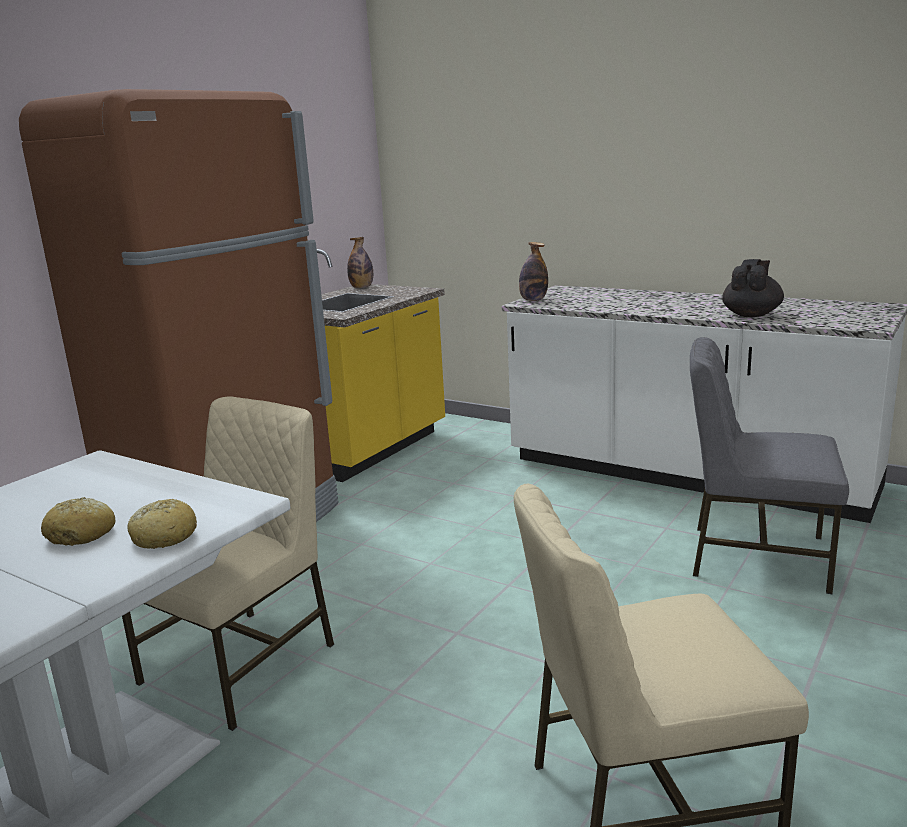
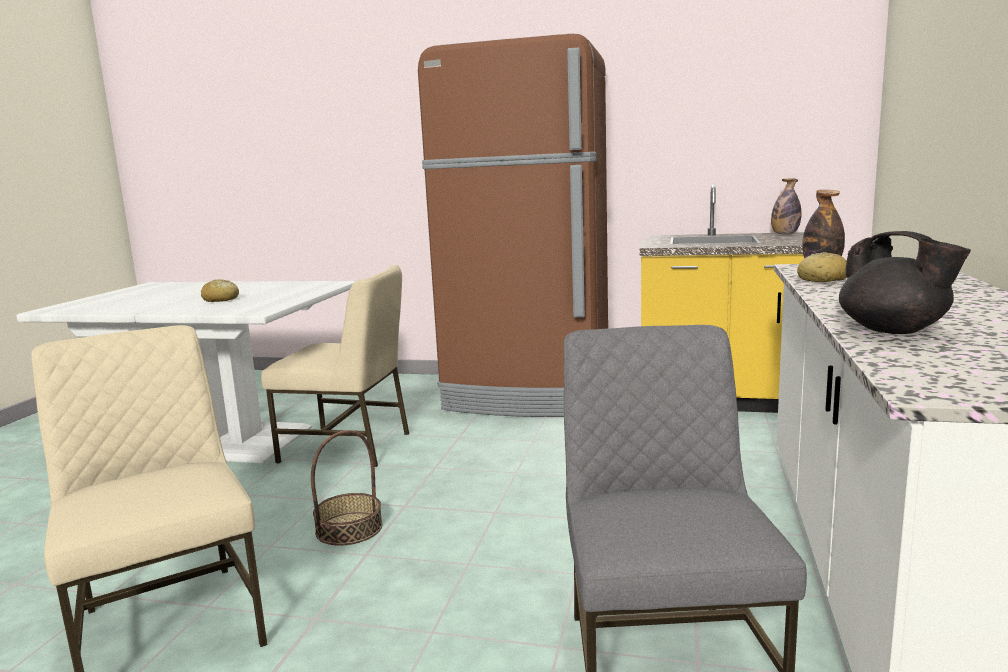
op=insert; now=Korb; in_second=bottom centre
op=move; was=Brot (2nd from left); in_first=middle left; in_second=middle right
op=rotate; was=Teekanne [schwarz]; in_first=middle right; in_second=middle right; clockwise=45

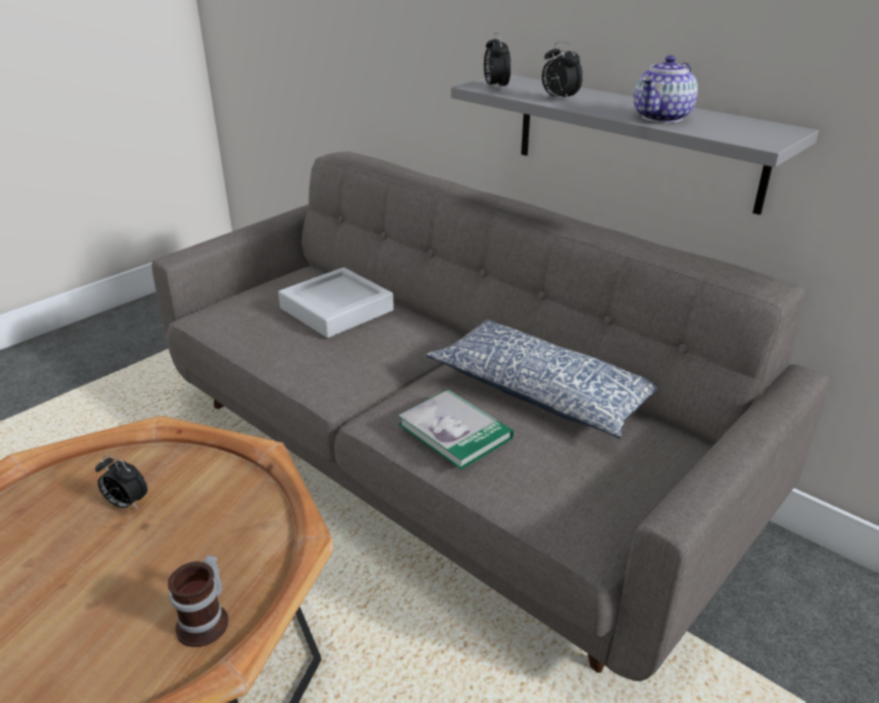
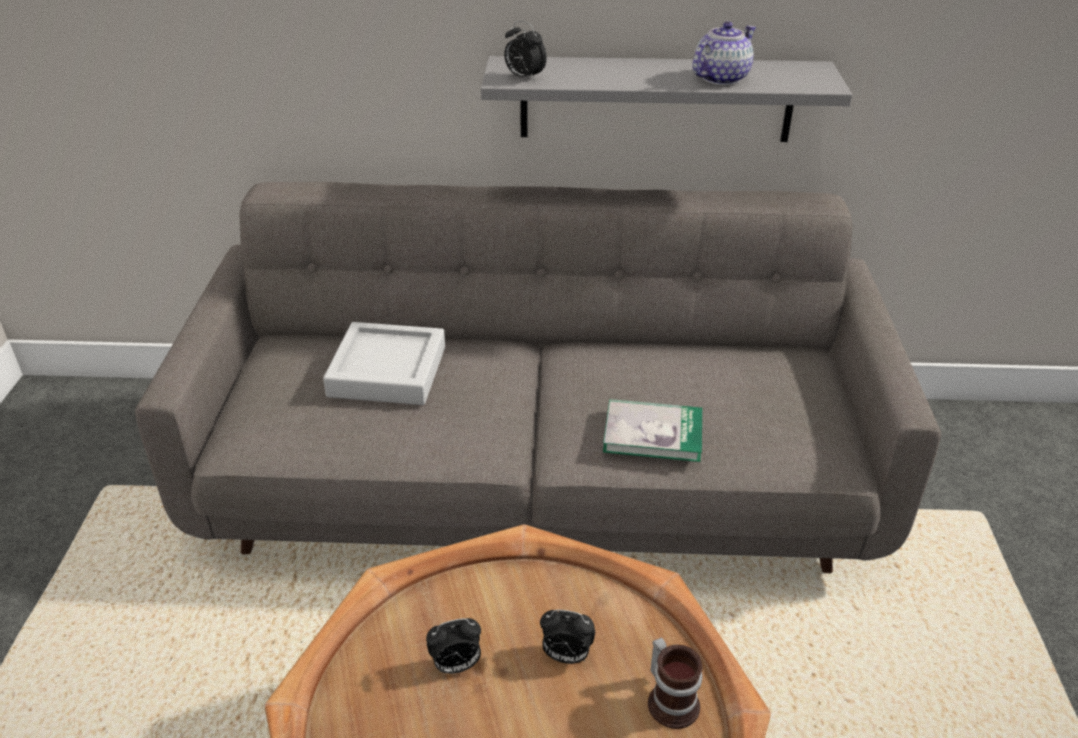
op=delete; was=Kissen; in_first=centre
op=move; was=Wecker (3rd from left); in_first=top centre; in_second=bottom centre
op=rotate; was=Teekanne; in_first=top right; in_second=top right; clockwise=-135

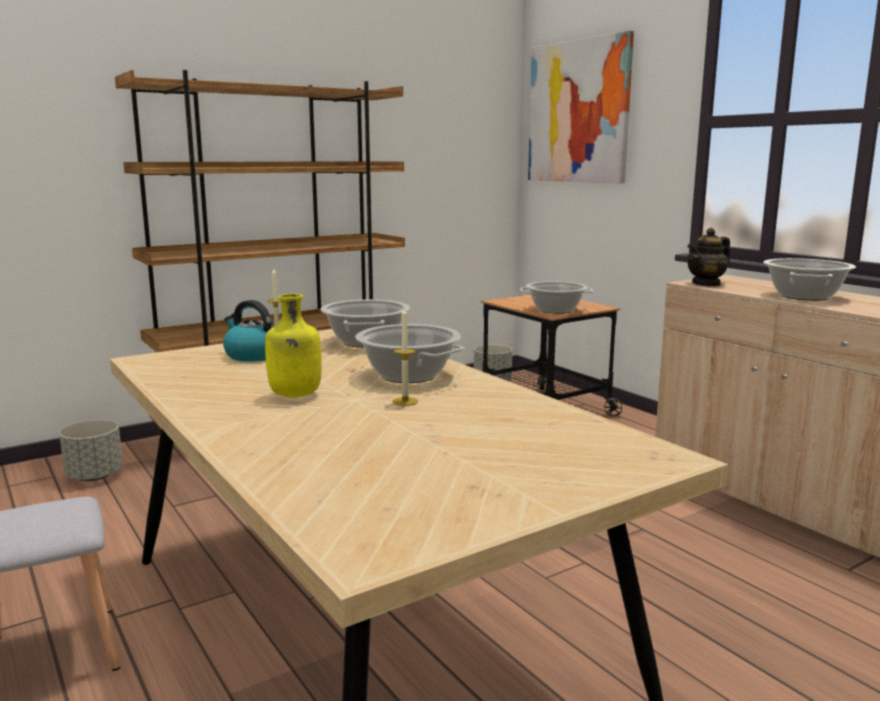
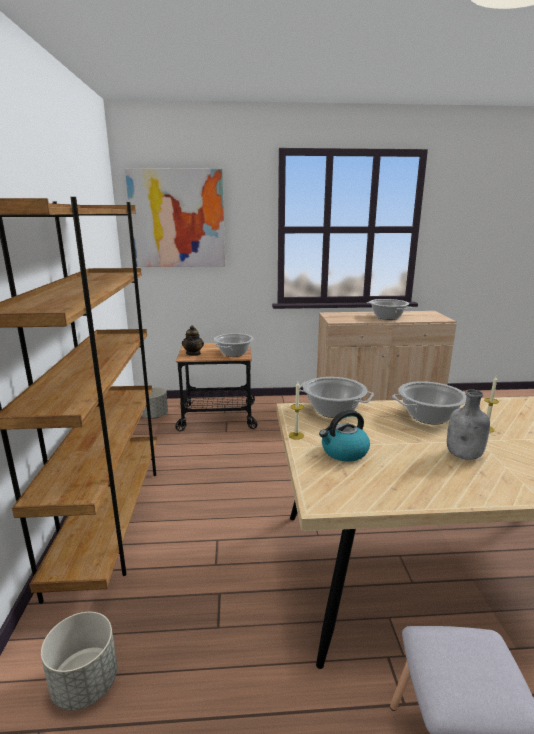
op=move; was=Teekanne; in_first=middle right; in_second=centre
op=recolor; was=Flasche [gelb]; now=Flasche [grau]; in_first=middle left; in_second=middle right

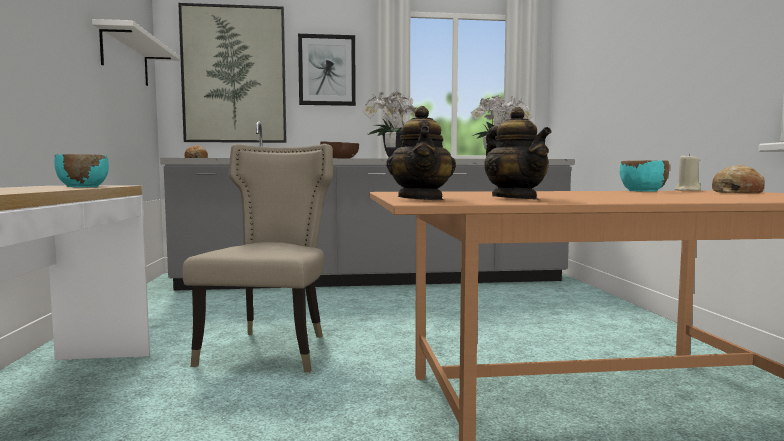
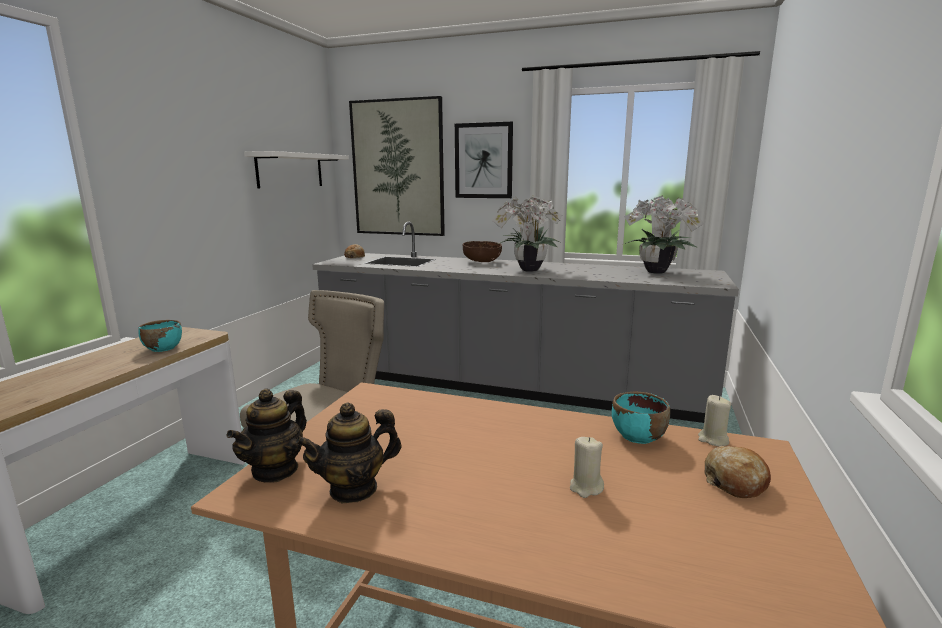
op=insert; now=Kerze [beige] (1st from left); in_second=bottom centre
op=rotate; was=Teekanne (2nd from left); in_first=centre; in_second=bottom centre; clockwise=60

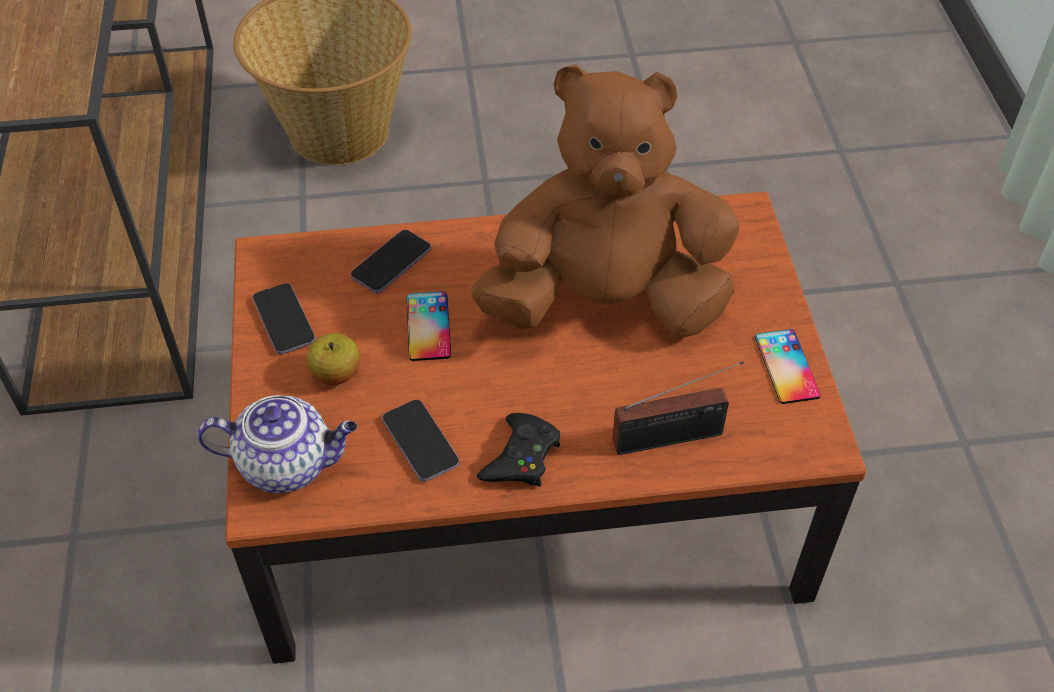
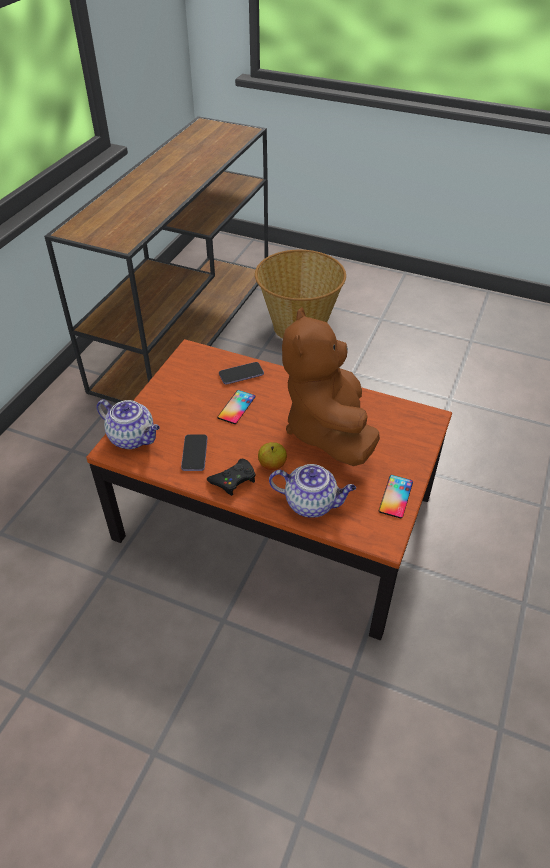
op=delete; was=Handy (1st from left); in_first=middle left
op=move; was=Apfel; in_first=middle left; in_second=centre
op=replace; was=Radio; now=Teekanne (2nd from left); in_first=centre; in_second=centre
op=rotate; was=Plüschtier [braun]; in_first=top centre; in_second=centre; clockwise=-120

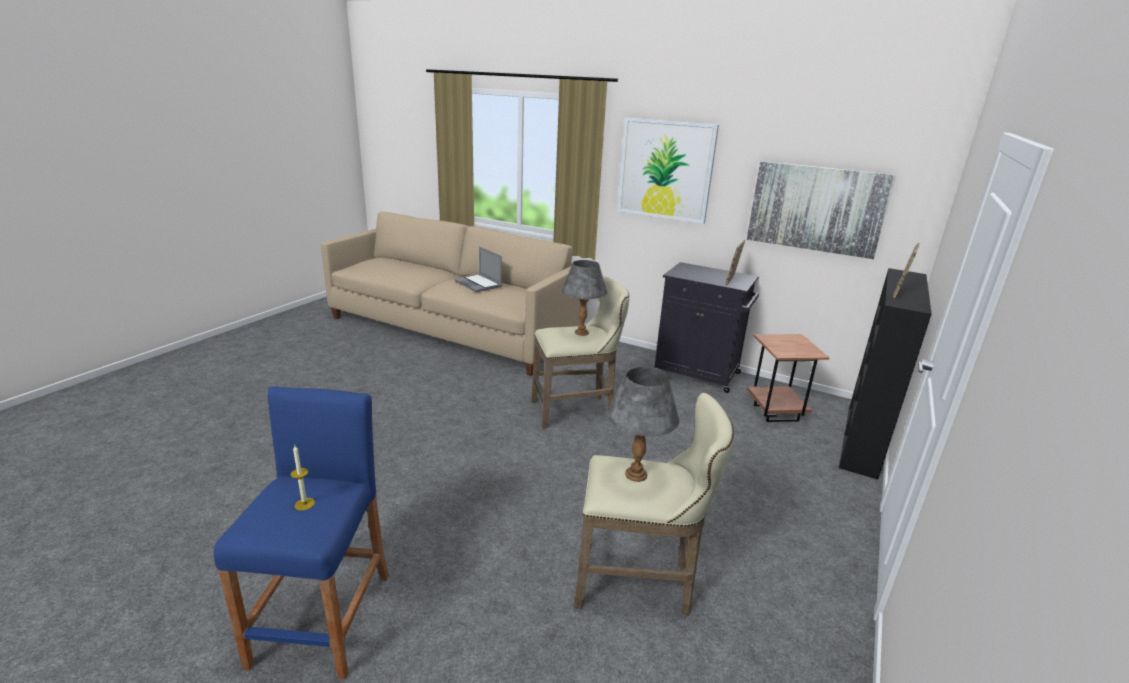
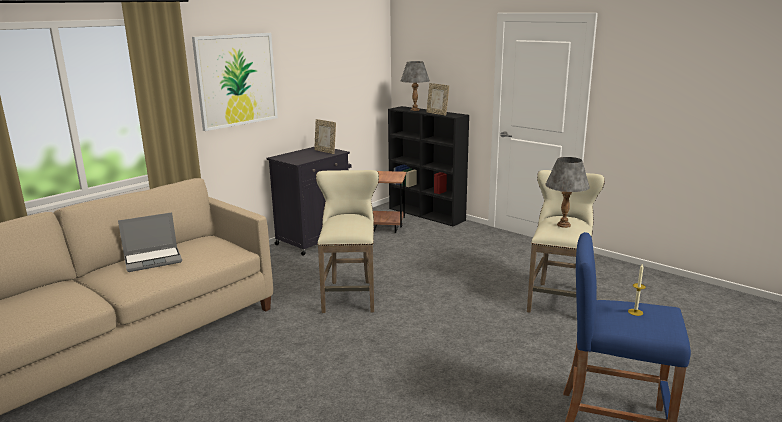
op=delete; was=Bild (2nd from left); in_first=top right
op=move; was=Tischlampe [grau] (1st from left); in_first=centre; in_second=top centre

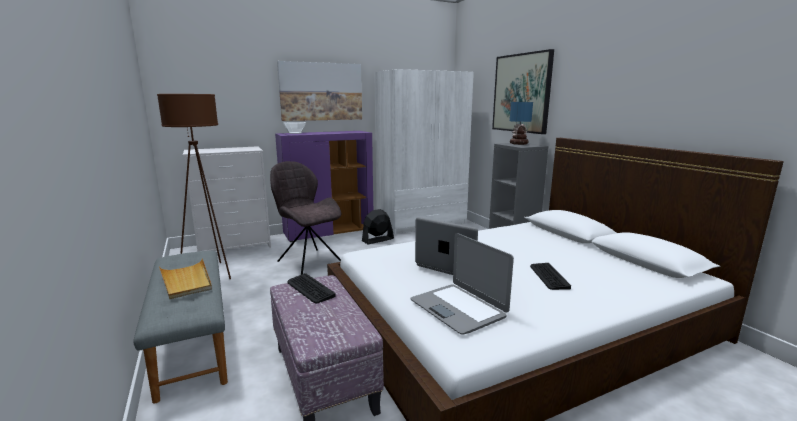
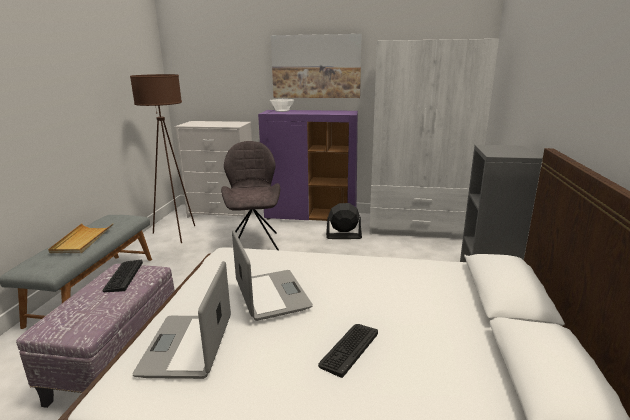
op=delete; was=Bild (2nd from left); in_first=top centre
op=delete; was=Tischlampe; in_first=top centre

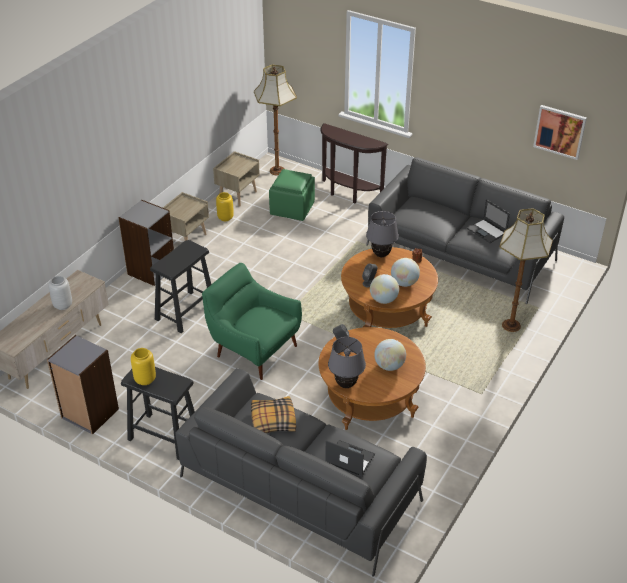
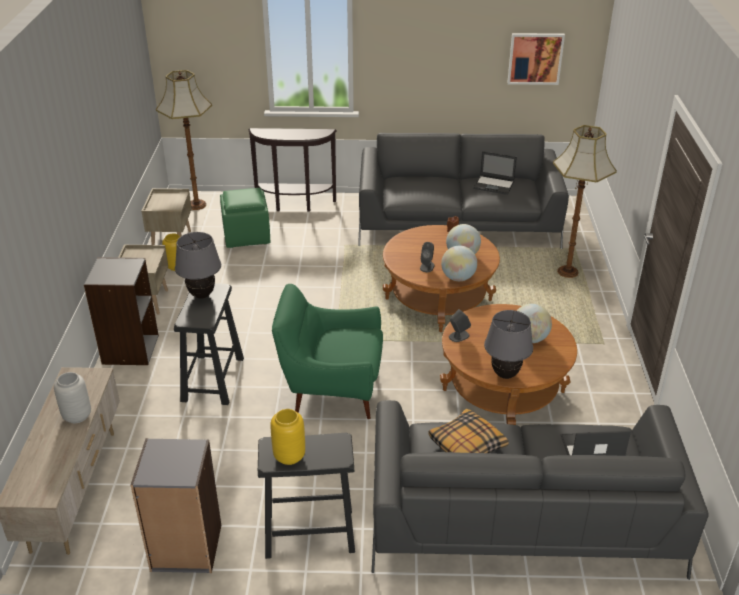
op=move; was=Tischlampe [grau] (2nd from left in the first image); now=Tischlampe [grau] (1st from left); in_first=centre; in_second=middle left

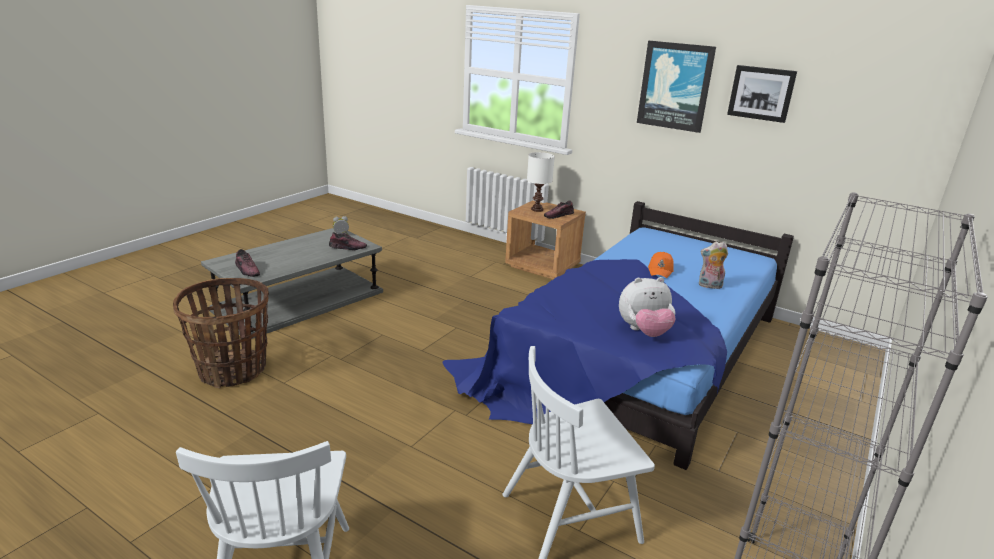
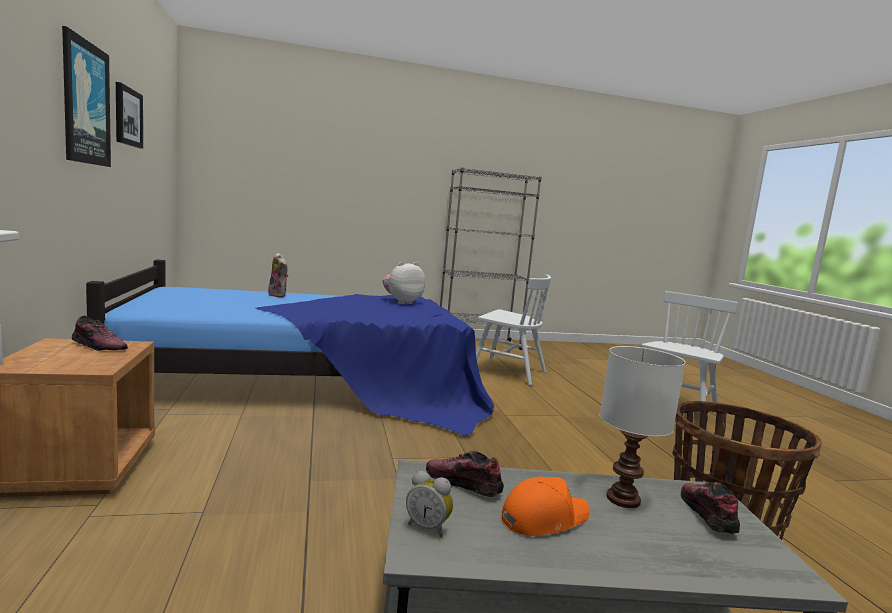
op=move; was=Tischlampe [weiß]; in_first=top centre; in_second=bottom right
op=move; was=Kappe [orange]; in_first=centre; in_second=bottom centre
op=rotate; was=Plüschtier (1st from left in the first image); in_first=centre; in_second=centre; clockwise=-75

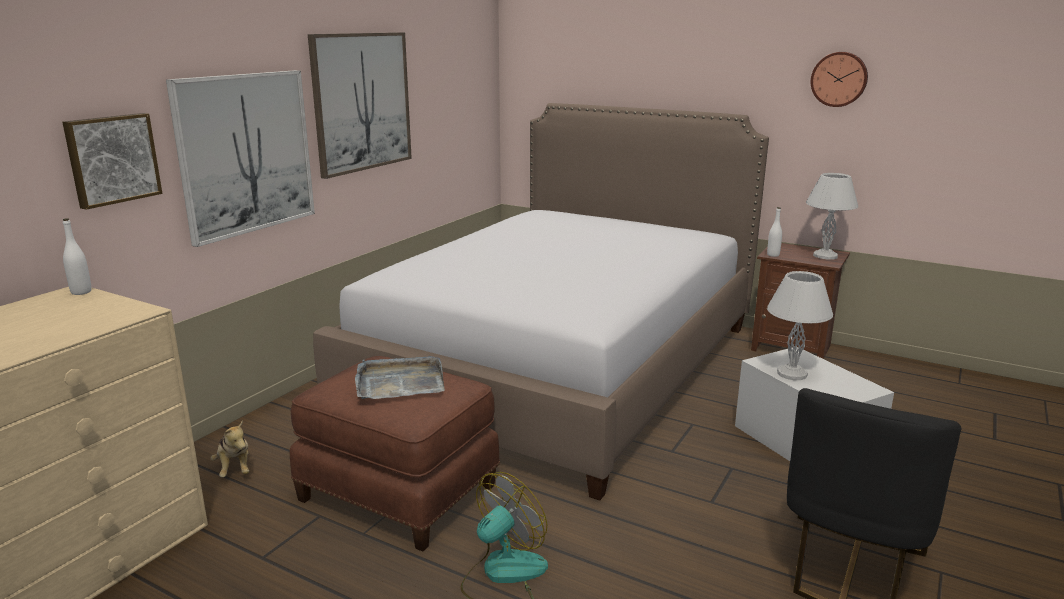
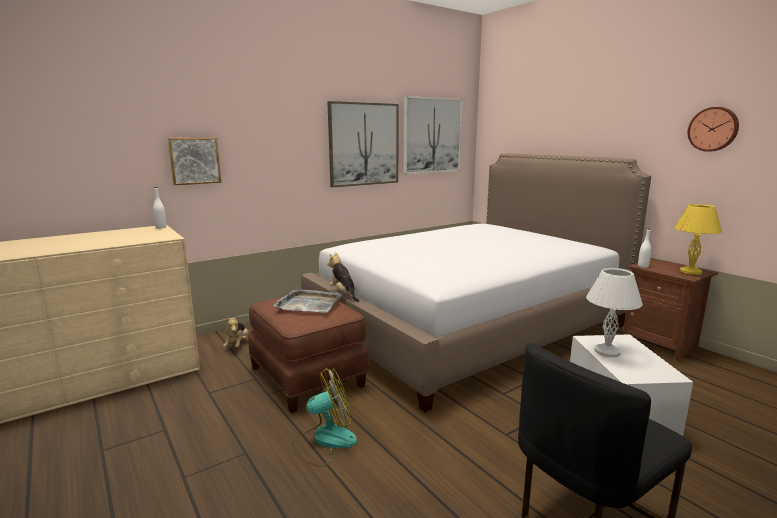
op=insert; now=Plüschtier (2nd from left); in_second=centre
op=move; was=Bild (2nd from left in the first image); now=Bild (3rd from left); in_first=top left; in_second=top centre
op=recolor; was=Tischlampe [weiß] (2nd from left); now=Tischlampe [gelb]; in_first=middle right; in_second=middle right

